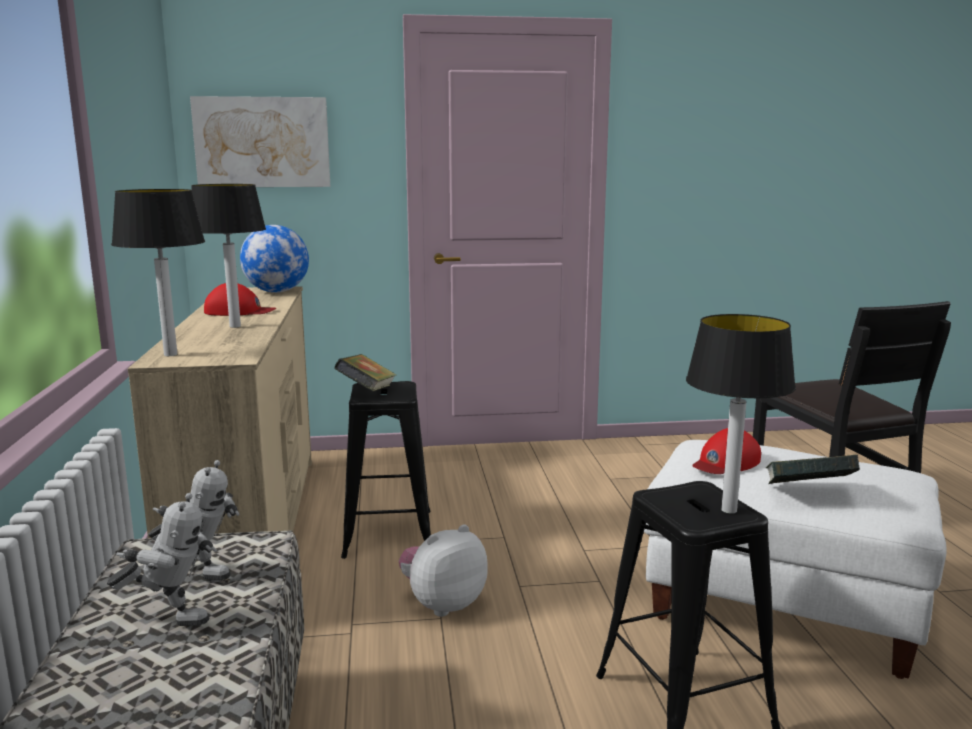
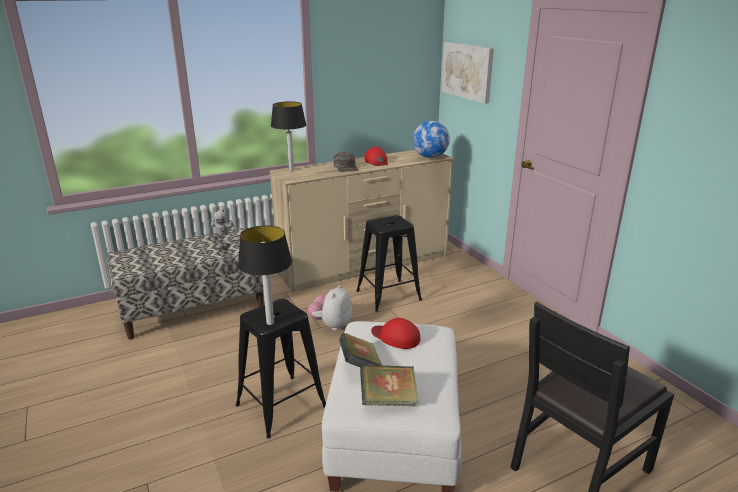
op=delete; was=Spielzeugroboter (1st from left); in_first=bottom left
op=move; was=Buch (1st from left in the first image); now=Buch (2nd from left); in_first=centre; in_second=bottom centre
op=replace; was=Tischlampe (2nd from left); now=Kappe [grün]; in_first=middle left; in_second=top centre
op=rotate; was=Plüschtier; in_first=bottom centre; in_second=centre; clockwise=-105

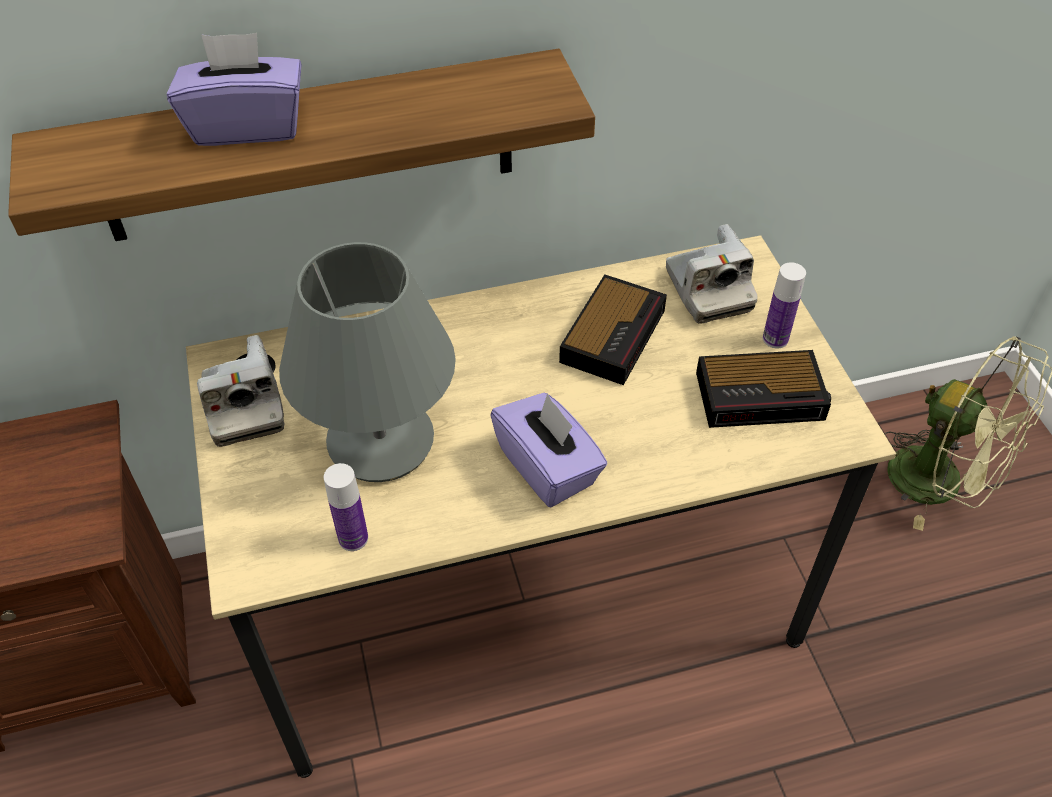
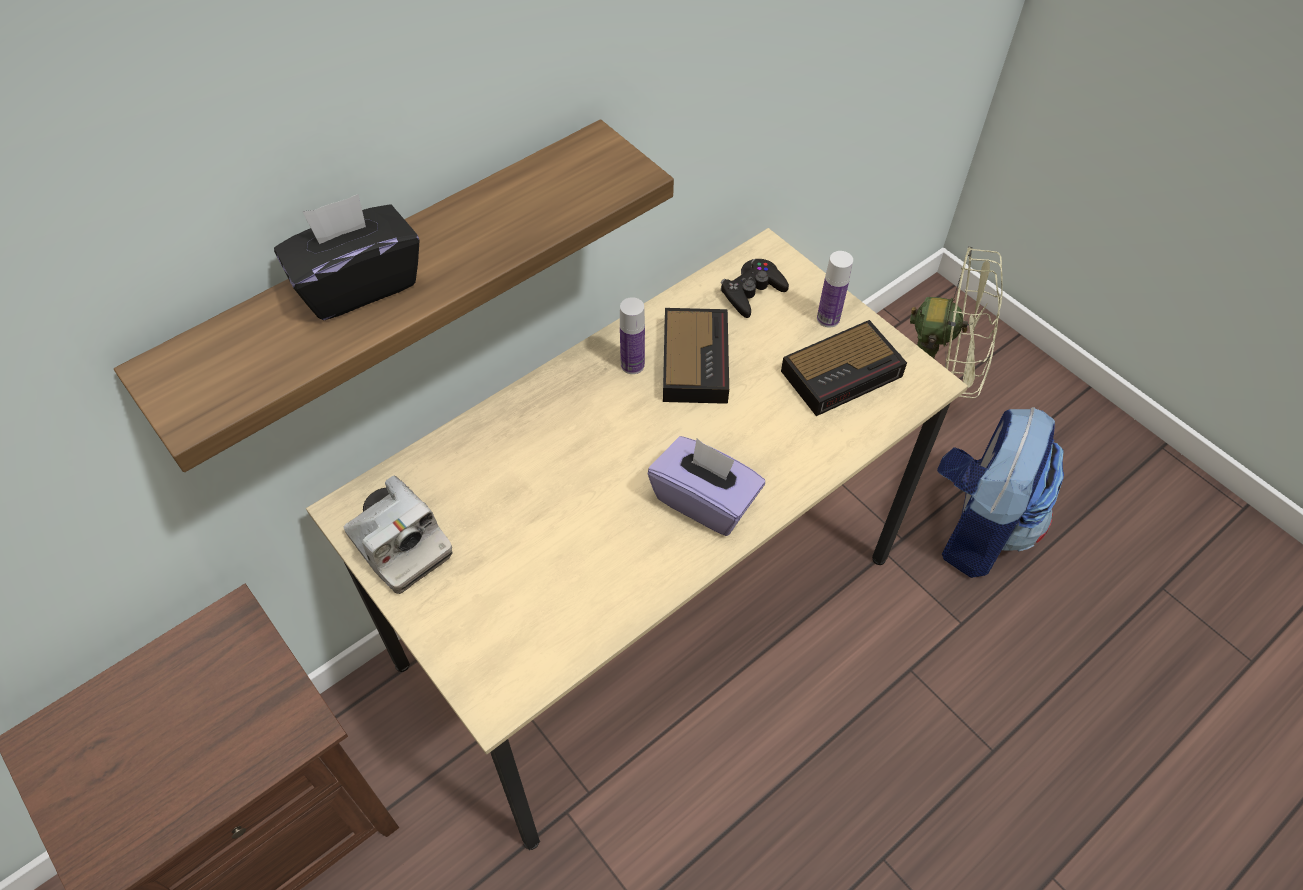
op=delete; was=Tischlampe [grau]; in_first=centre
op=insert; now=Rucksack; in_second=middle right
op=move; was=Flasche (1st from left); in_first=middle left; in_second=centre
op=replace; was=Kamera (2nd from left); now=Gamepad [schwarz]; in_first=middle right; in_second=top centre
op=recolor; was=Taschentuchbox [lila] (1st from left); now=Taschentuchbox [schwarz]; in_first=top left; in_second=top left

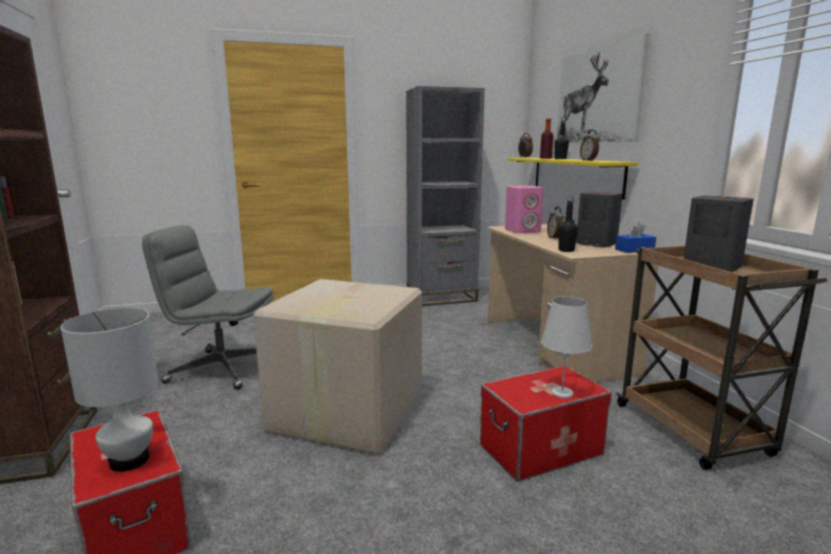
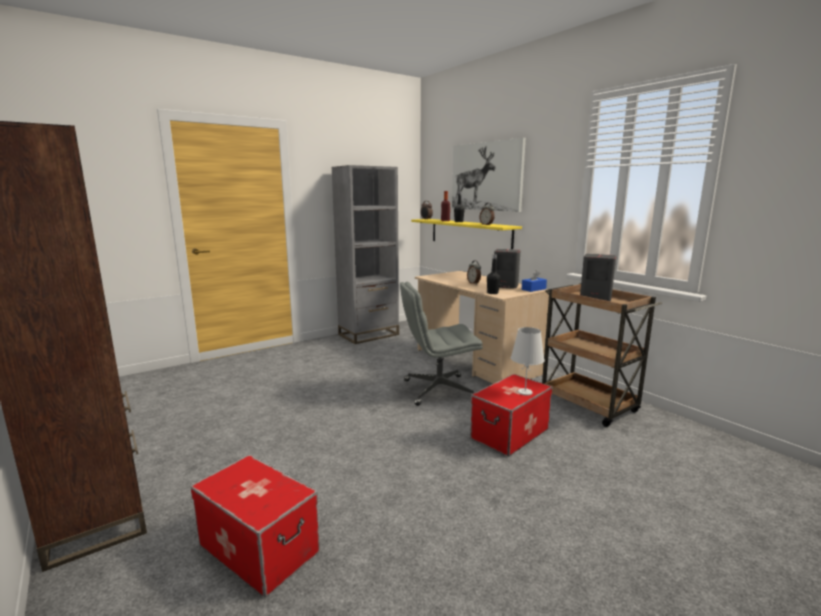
op=delete; was=Tischlampe [weiß] (1st from left); in_first=bottom left
op=delete; was=Karton; in_first=centre
op=delete; was=Lautsprecher [rosa]; in_first=centre
op=move; was=Bürostuhl [grau]; in_first=middle left; in_second=centre

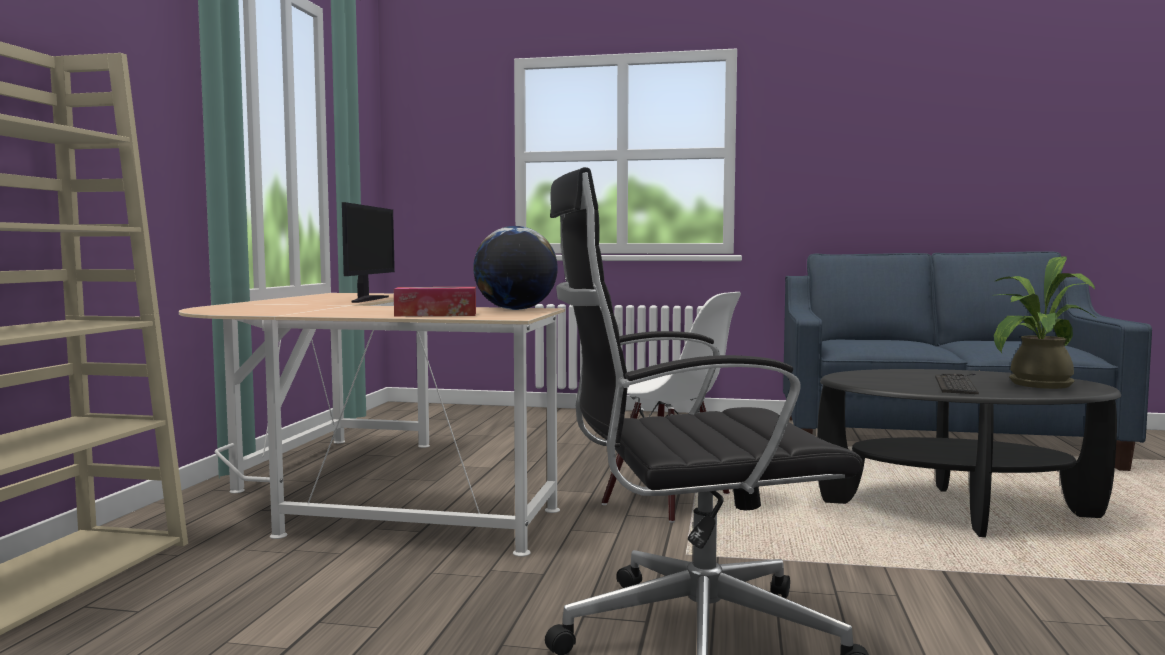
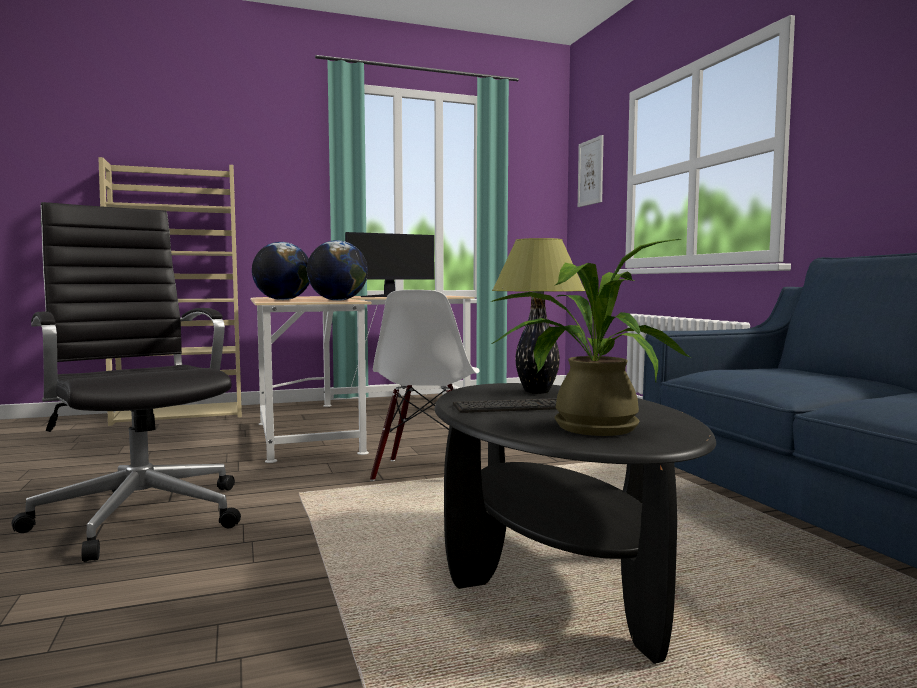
op=insert; now=Tischlampe; in_second=centre
op=insert; now=Bild; in_second=top centre
op=replace; was=Taschentuchbox; now=Globus (1st from left); in_first=centre; in_second=middle left

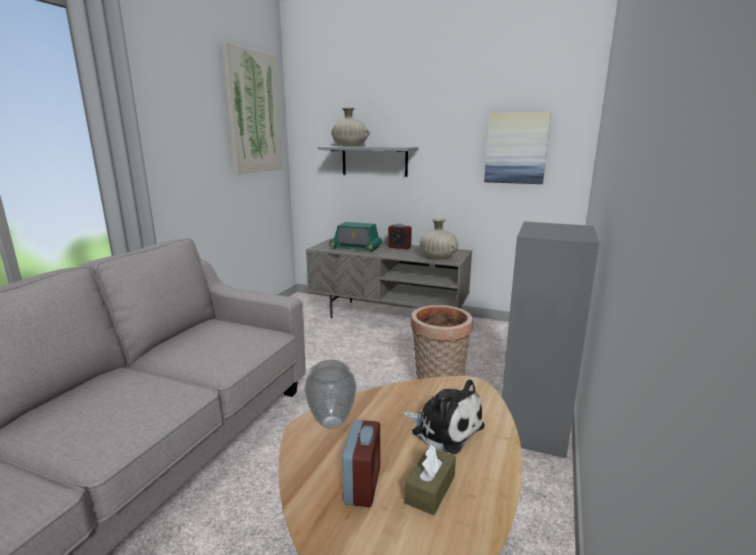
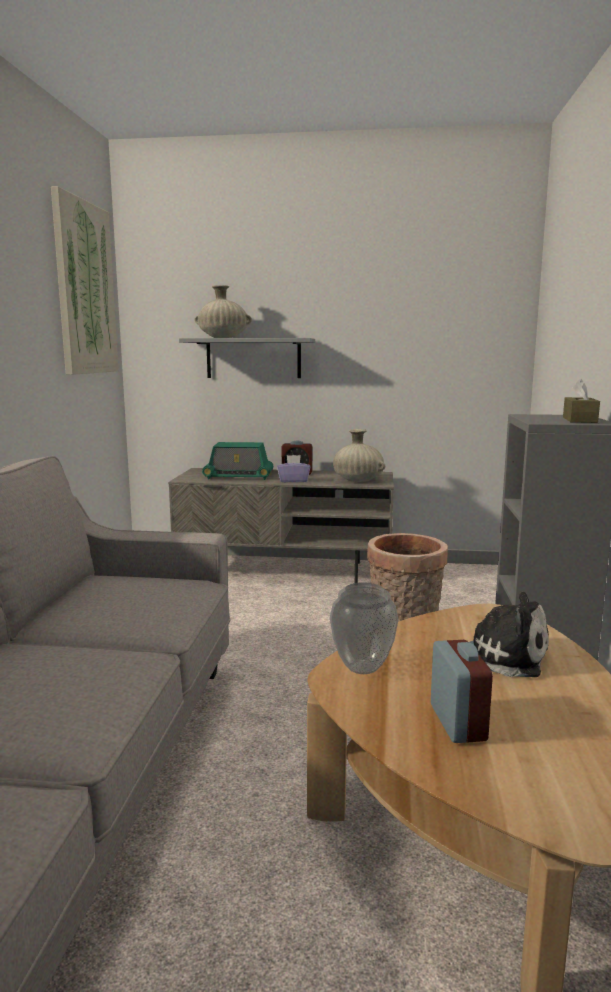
op=delete; was=Bild (2nd from left); in_first=top right
op=insert; now=Taschentuchbox [lila]; in_second=centre
op=move; was=Taschentuchbox [braun]; in_first=bottom centre; in_second=middle right

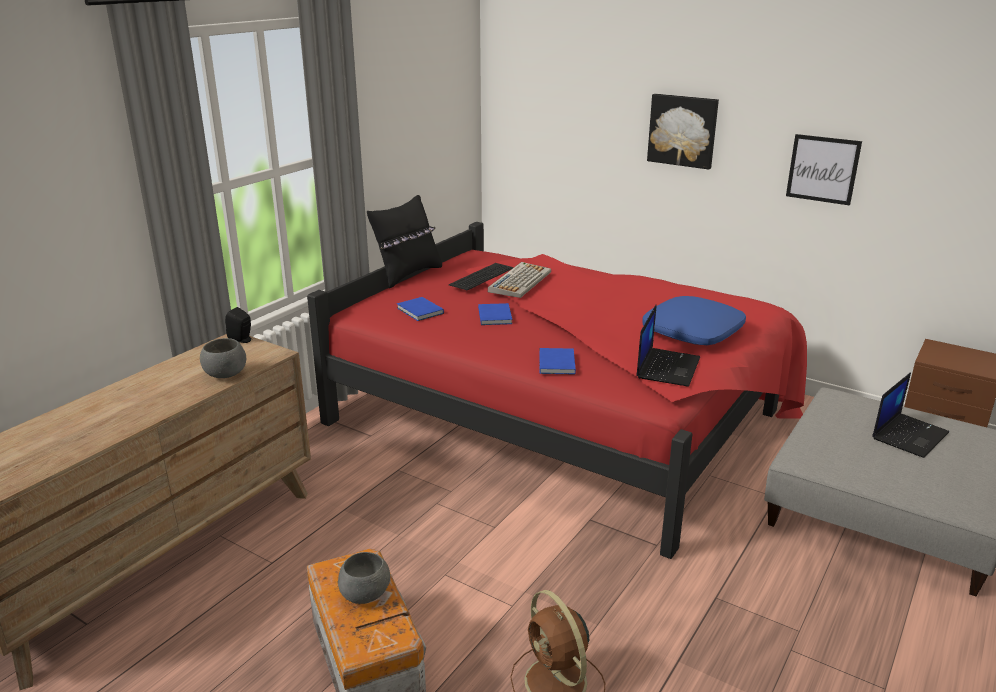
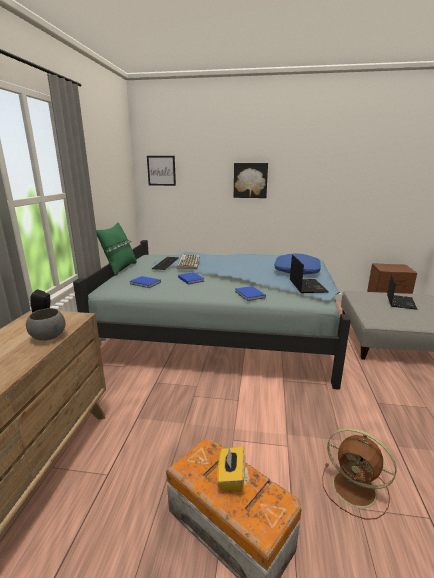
op=move; was=Bild (2nd from left in the first image); now=Bild (1st from left); in_first=top right; in_second=top centre
op=replace; was=Schüssel [grau] (2nd from left); now=Taschentuchbox [gelb]; in_first=bottom centre; in_second=bottom centre
op=recolor; was=Bett [rot]; now=Bett [blau]; in_first=centre; in_second=centre
op=recolor; was=Kissen [schwarz]; now=Kissen [grün]; in_first=centre; in_second=middle left

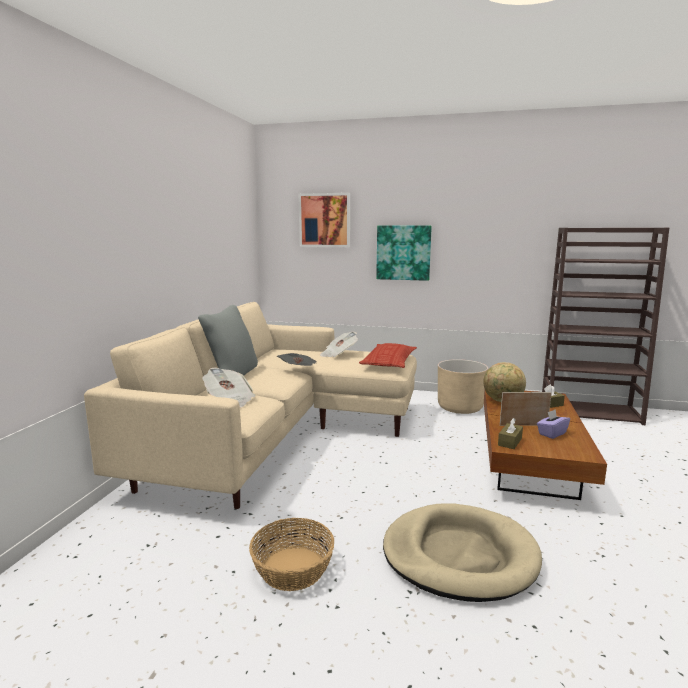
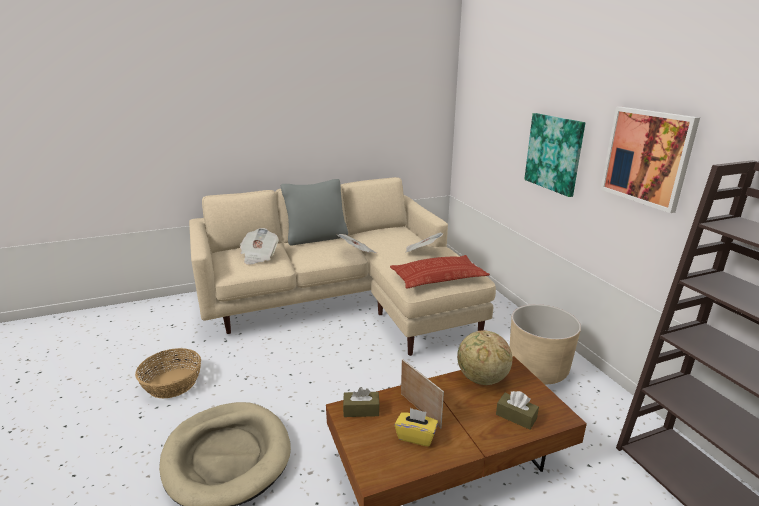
op=move; was=Bild (1st from left in the first image); now=Bild (2nd from left); in_first=top centre; in_second=top right
op=recolor; was=Taschentuchbox [lila]; now=Taschentuchbox [gelb]; in_first=middle right; in_second=bottom centre

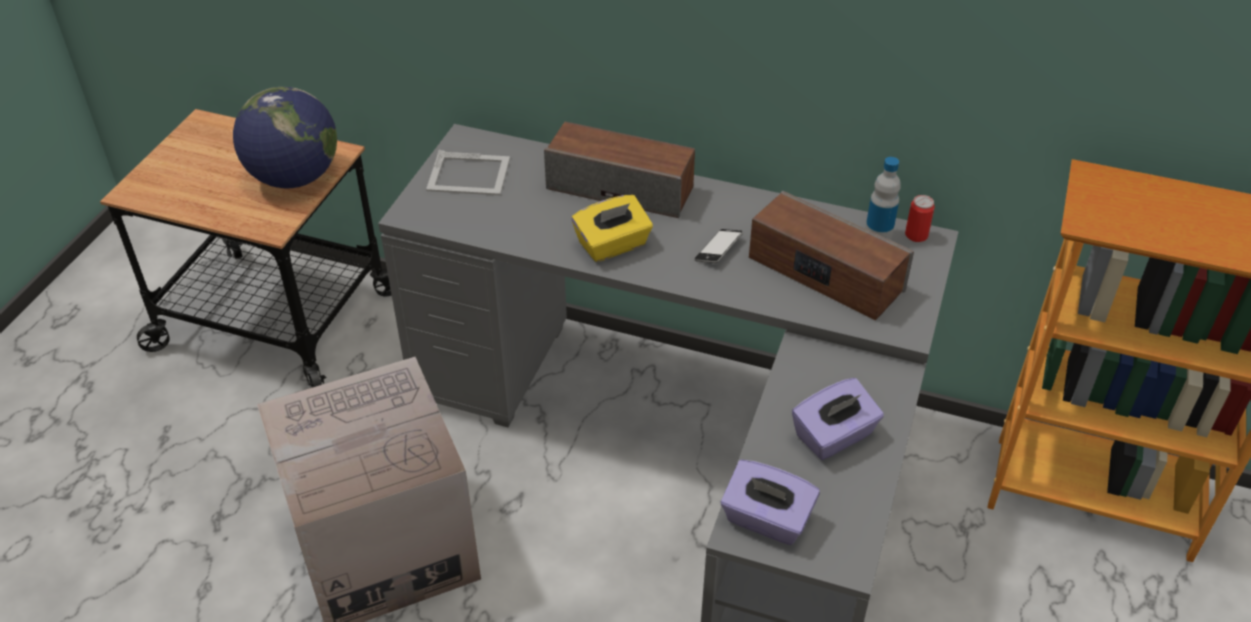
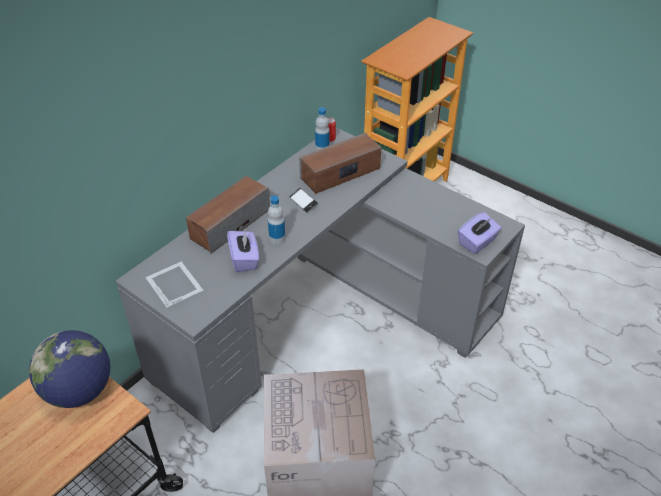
op=move; was=Taschentuchbox [lila] (2nd from left in the first image); now=Taschentuchbox [lila] (1st from left); in_first=bottom right; in_second=centre
op=replace; was=Taschentuchbox [gelb]; now=Flasche (1st from left); in_first=centre; in_second=centre
op=rotate; was=Bilderrahmen; in_first=top centre; in_second=middle left; clockwise=-60

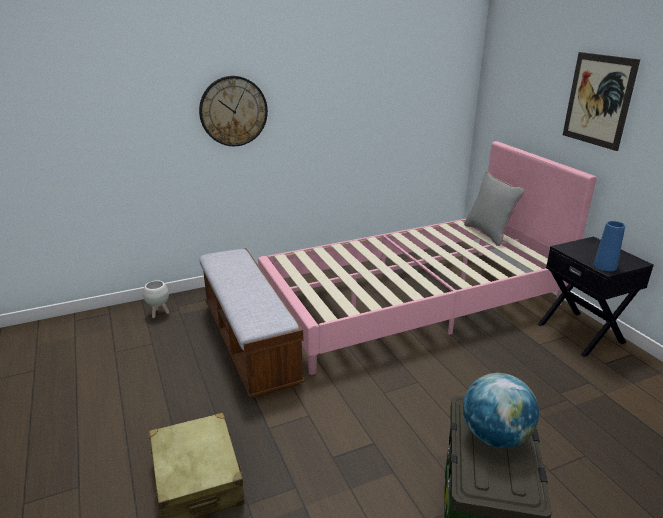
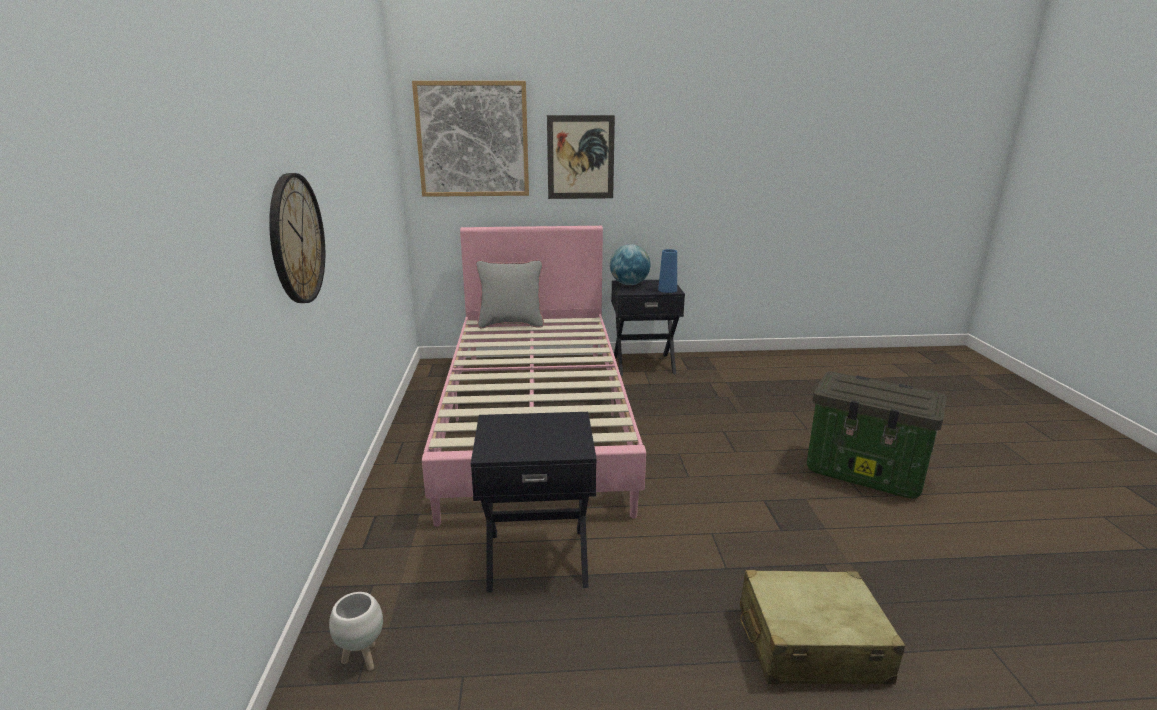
op=insert; now=Bild (1st from left); in_second=top centre
op=move; was=Globus; in_first=bottom right; in_second=centre
op=replace; was=Bank; now=Nachttisch [schwarz] (1st from left); in_first=centre; in_second=bottom centre

